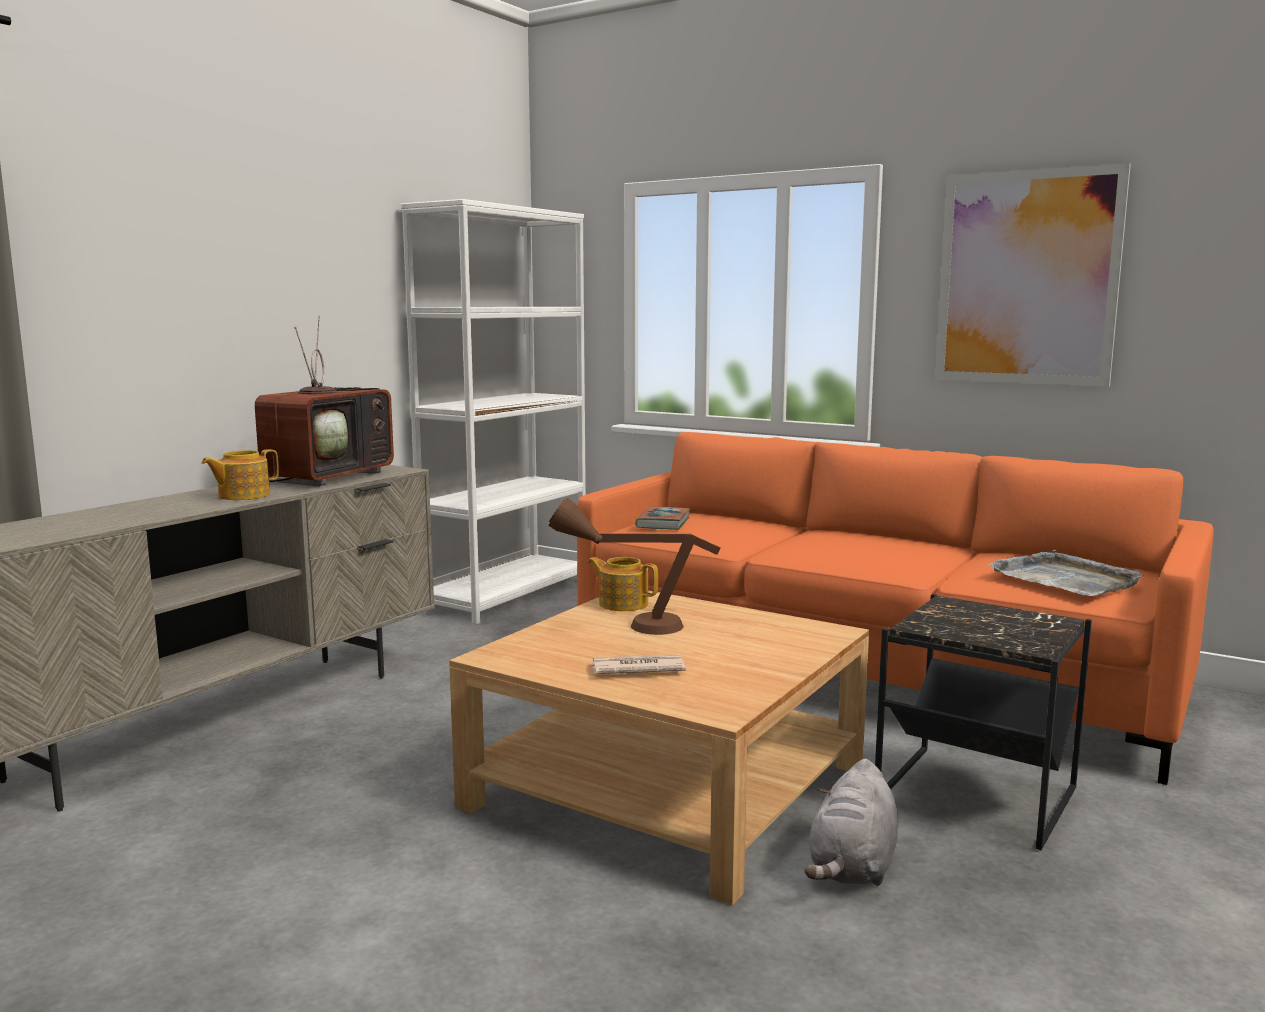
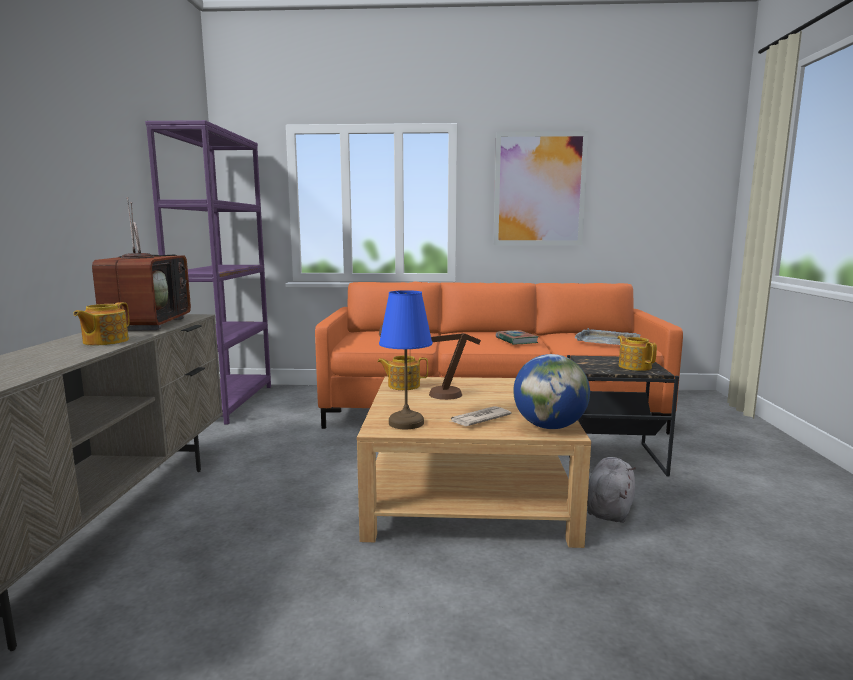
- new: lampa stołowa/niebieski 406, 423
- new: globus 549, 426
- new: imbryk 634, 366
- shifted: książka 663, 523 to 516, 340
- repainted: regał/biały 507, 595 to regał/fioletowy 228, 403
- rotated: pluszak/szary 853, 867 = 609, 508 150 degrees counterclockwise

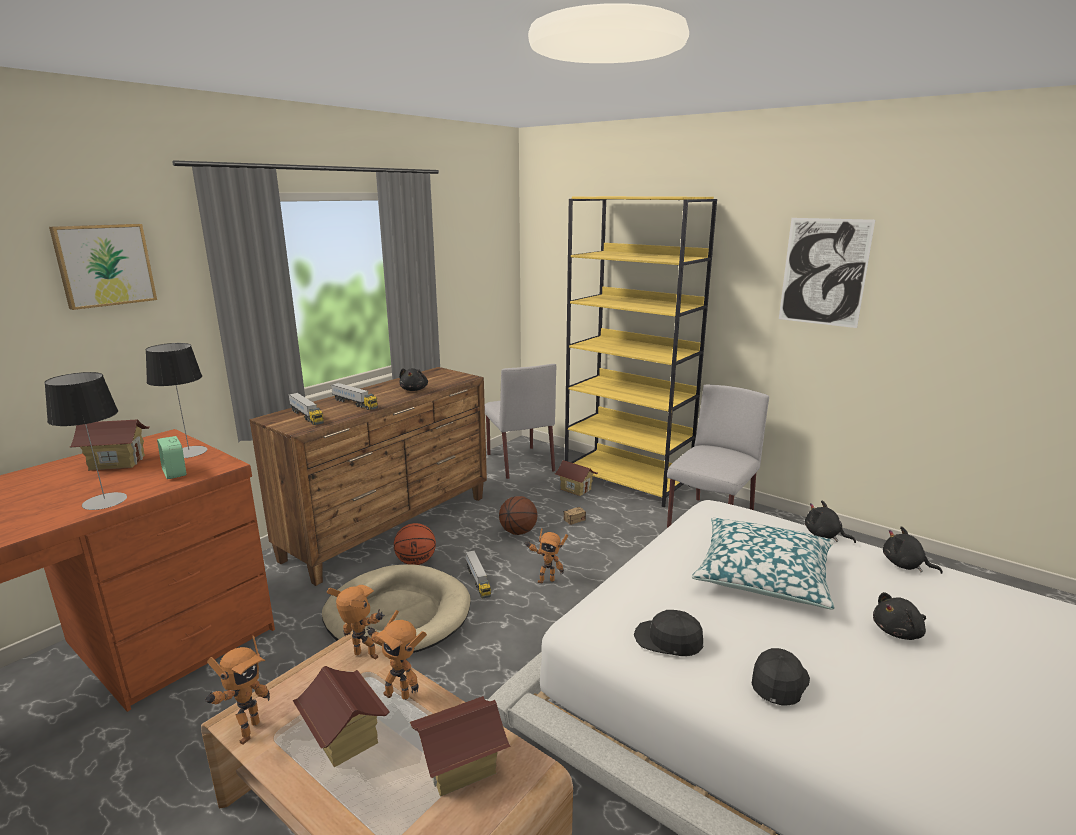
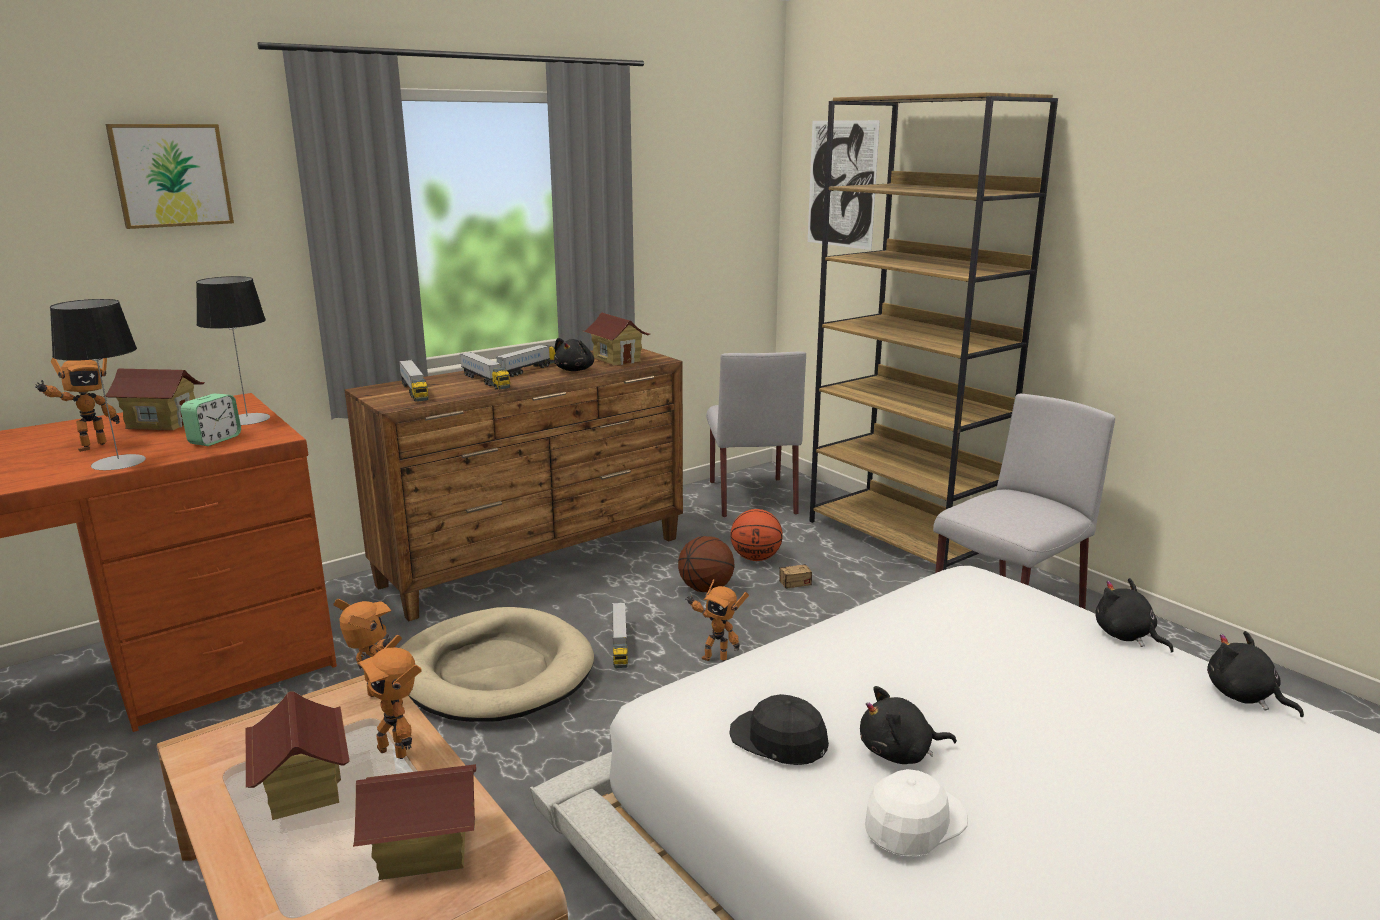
- gone: poduszka 763, 575
- new: ciężarówka zabawkowa 530, 369
- shifted: robot zabawkowy 245, 732 to 89, 446
- shifted: piłka do koszykówki 416, 562 to 755, 558
- shifted: domek 575, 489 to 617, 360
- shifted: obraz 824, 272 to 841, 184
- shifted: pluszak/czarny 898, 632 to 899, 753
- repainted: regał/żółty 628, 480 to regał/brązowy 903, 538
- repainted: czapka z daszkiem/czarny 778, 681 to czapka z daszkiem/biały 913, 822
- rotated: budzik 175, 473 = 215, 440 135 degrees counterclockwise

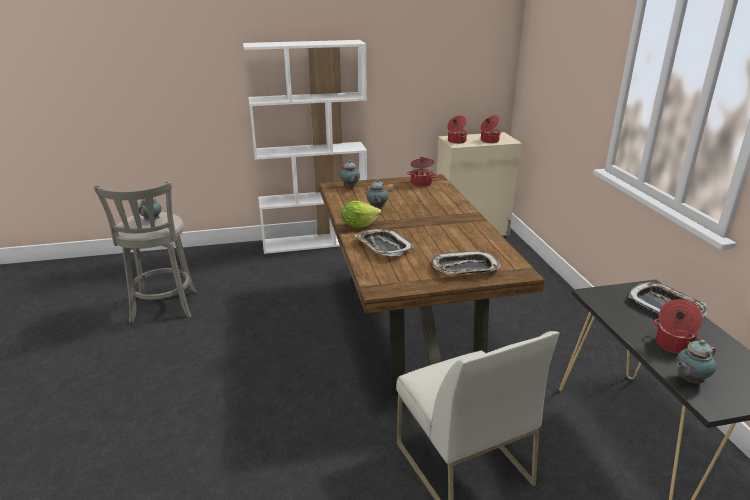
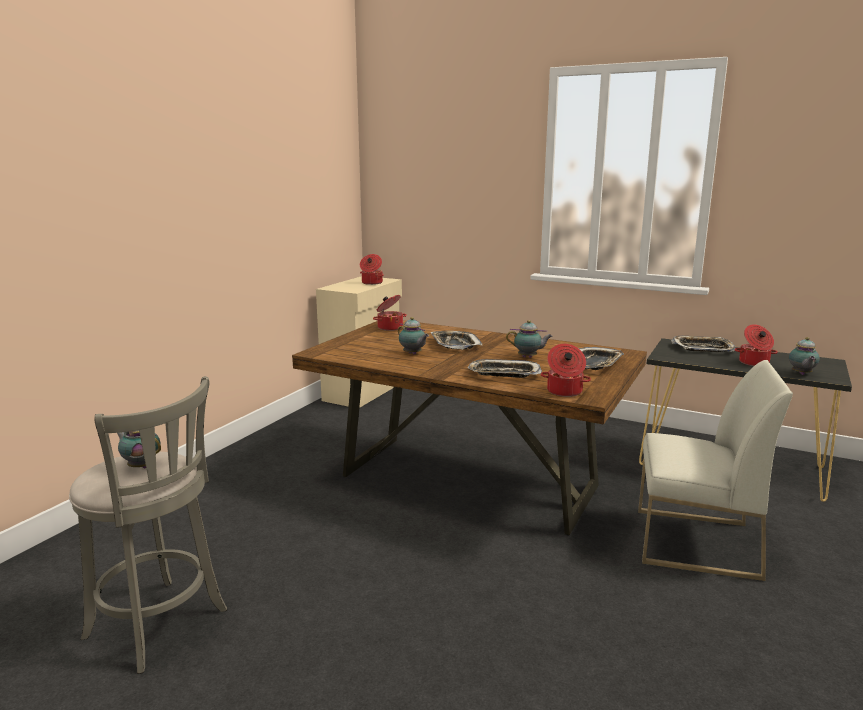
- gone: regał/biały 315, 242
- gone: sałata 359, 225
- new: taca 455, 344
- shifted: imbryk 350, 187 to 528, 357
- shifted: garnek 456, 141 to 564, 392

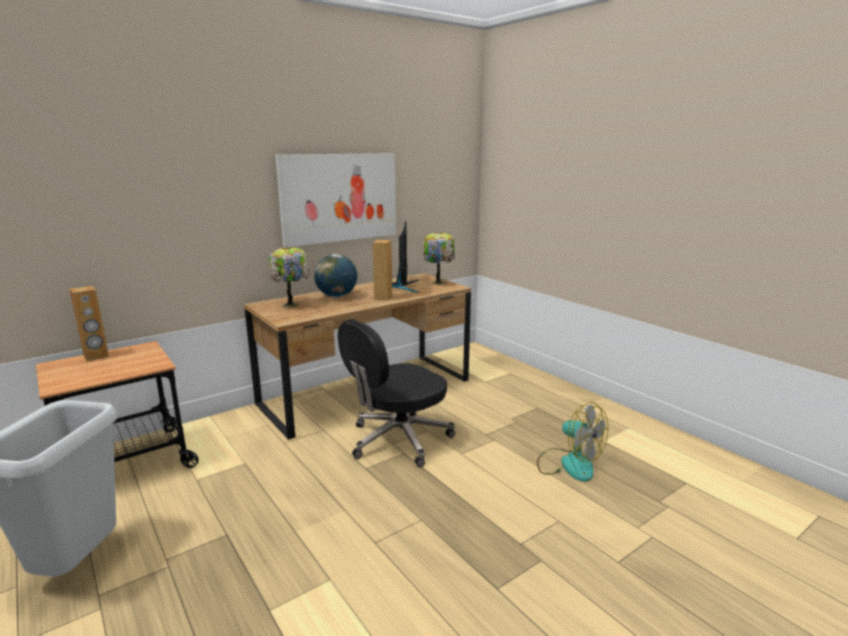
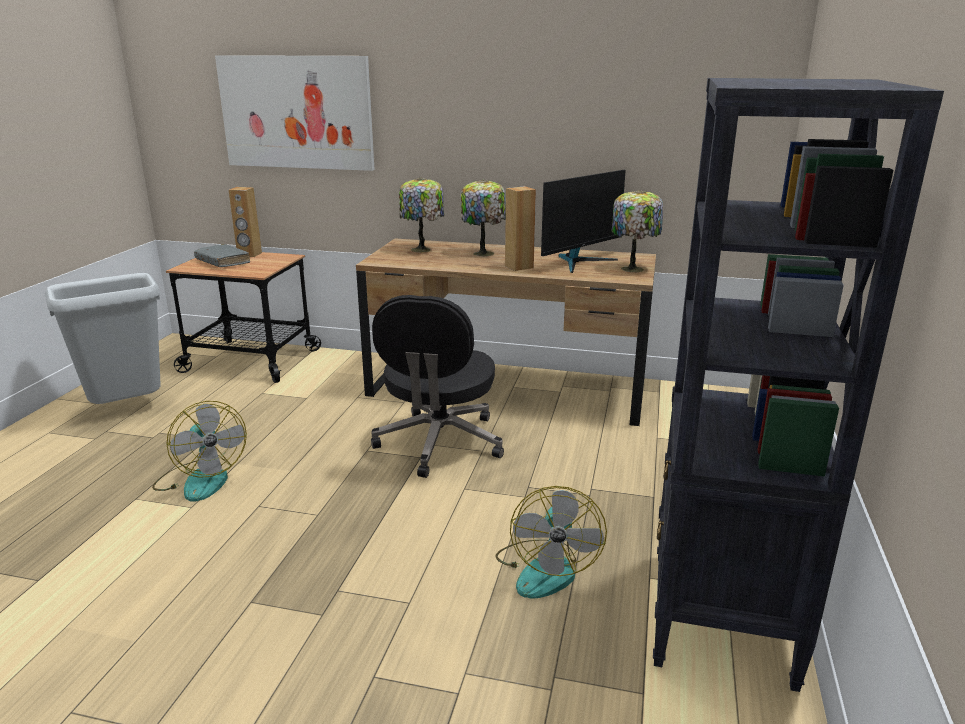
- new: wentylator 201, 479
- new: książka/szary 222, 262
- new: regał/czarny 720, 618
- shifted: obraz 339, 197 to 297, 112
- swapped: globus 337, 296 to lampa stołowa 483, 253
- rotated: krzesło biurowe/czarny 398, 440 = 439, 443 90 degrees counterclockwise

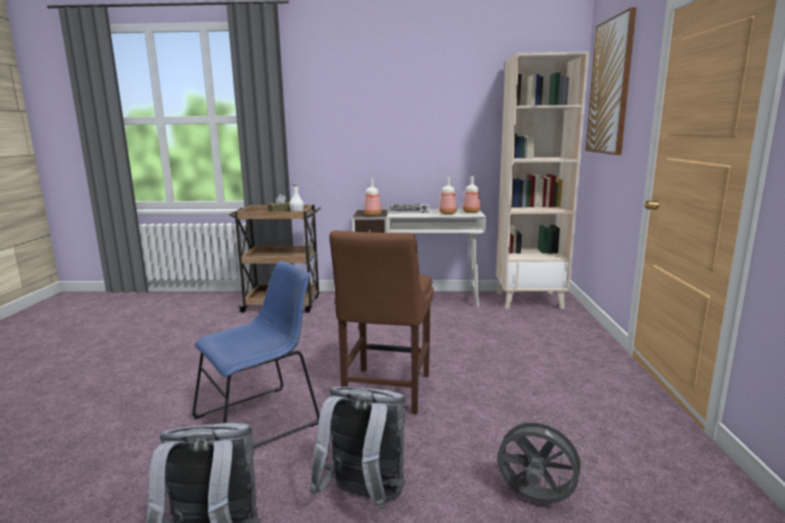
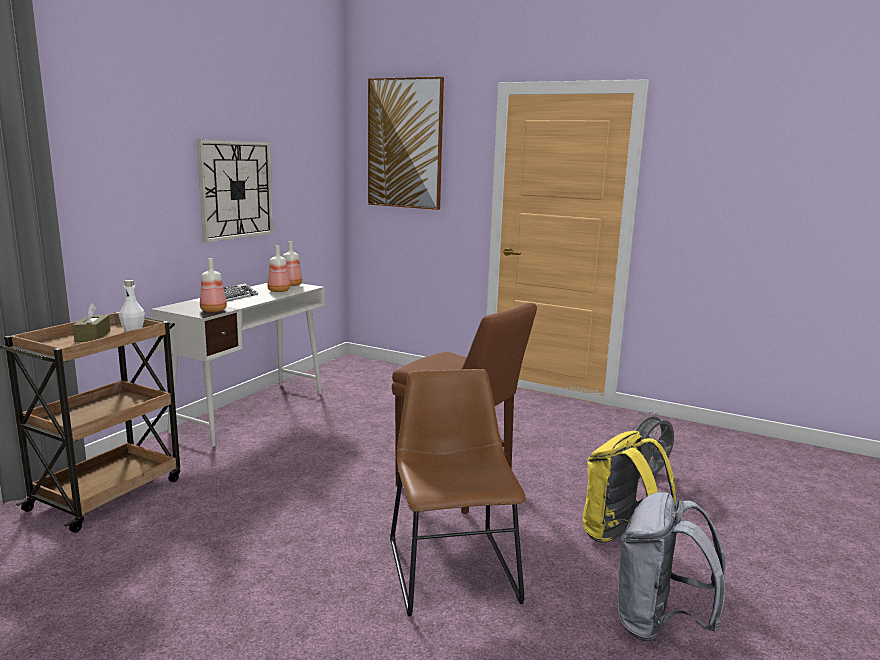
- gone: regał/beżowy 529, 300
- new: zegar ścienny 236, 190
- repainted: krzesło/niebieski 262, 419 to krzesło/brązowy 451, 566
- repainted: plecak/szary 364, 498 to plecak/żółty 619, 536

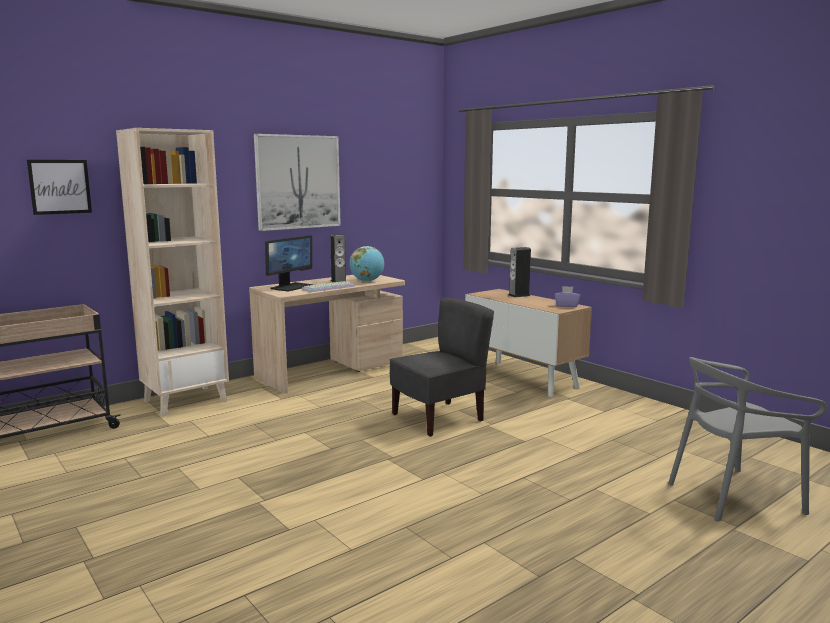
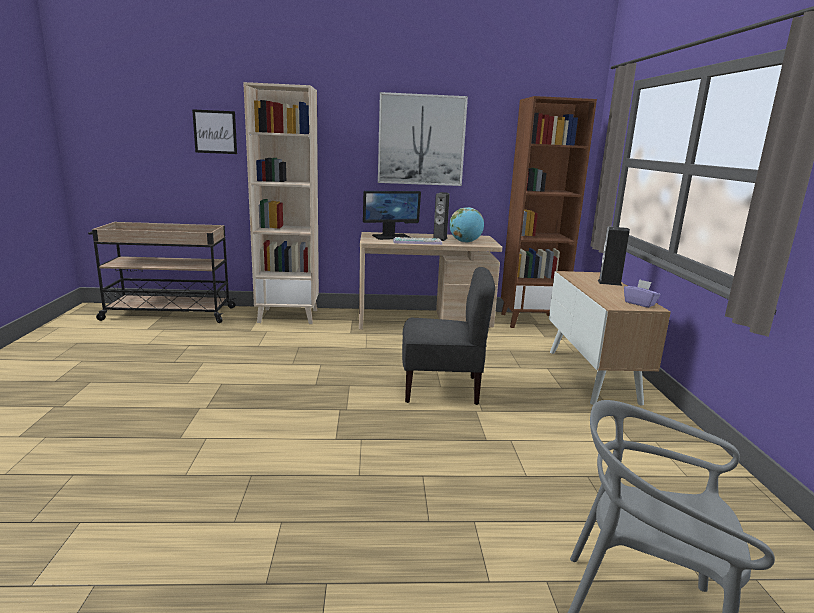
- new: regał/brązowy 531, 321

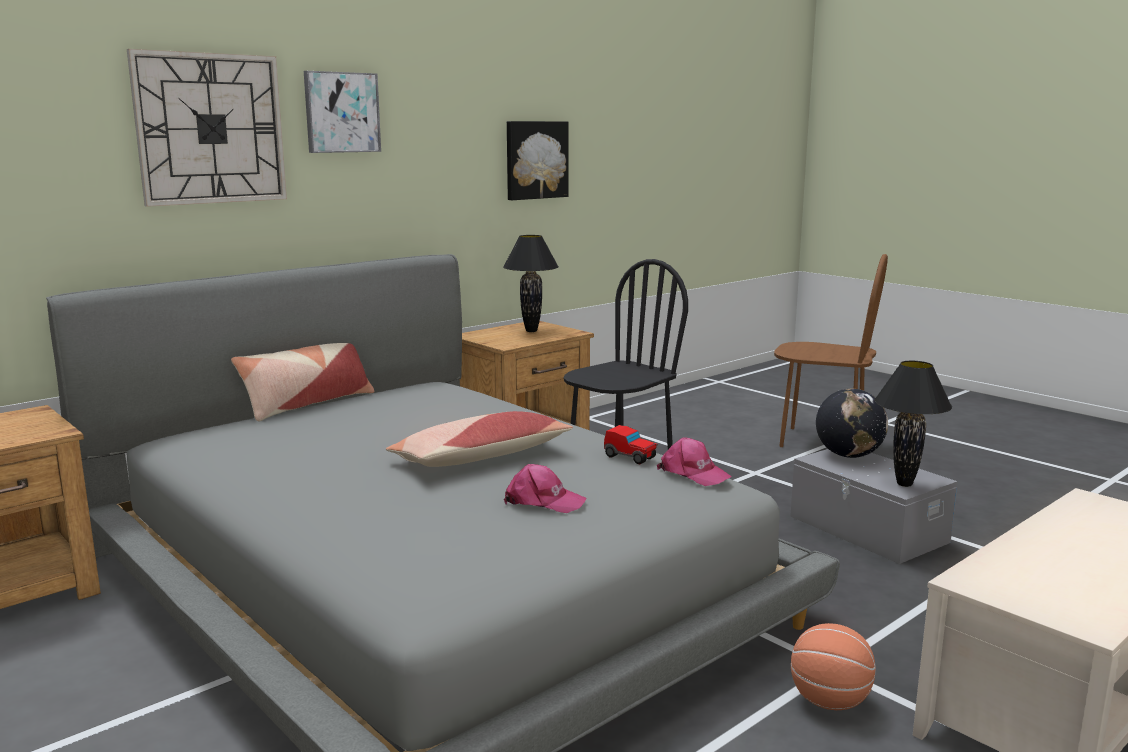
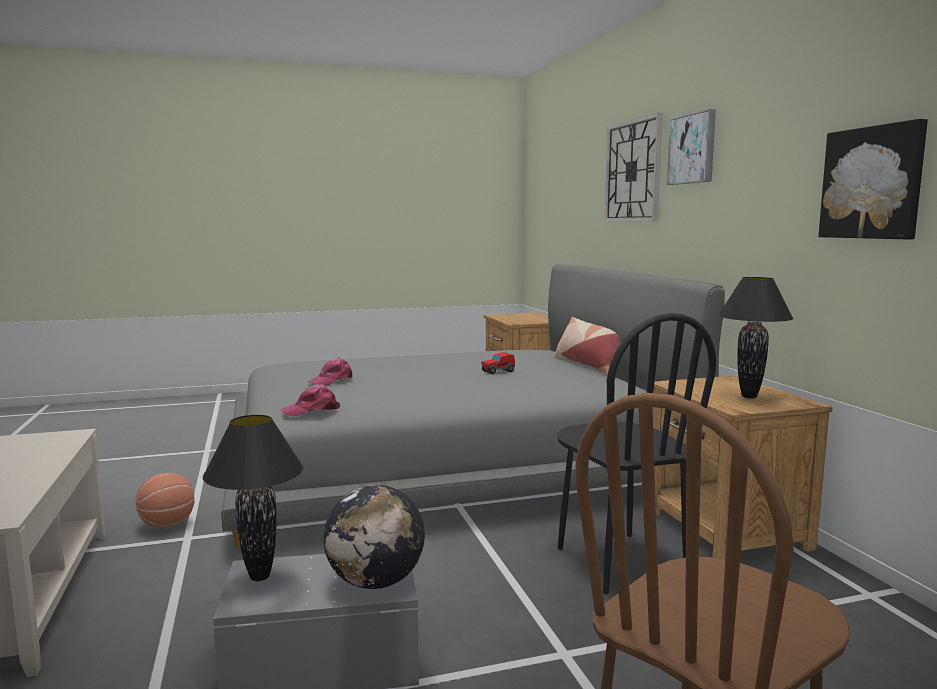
- gone: poduszka 480, 457
- shifted: samochodzik 630, 457 to 497, 371

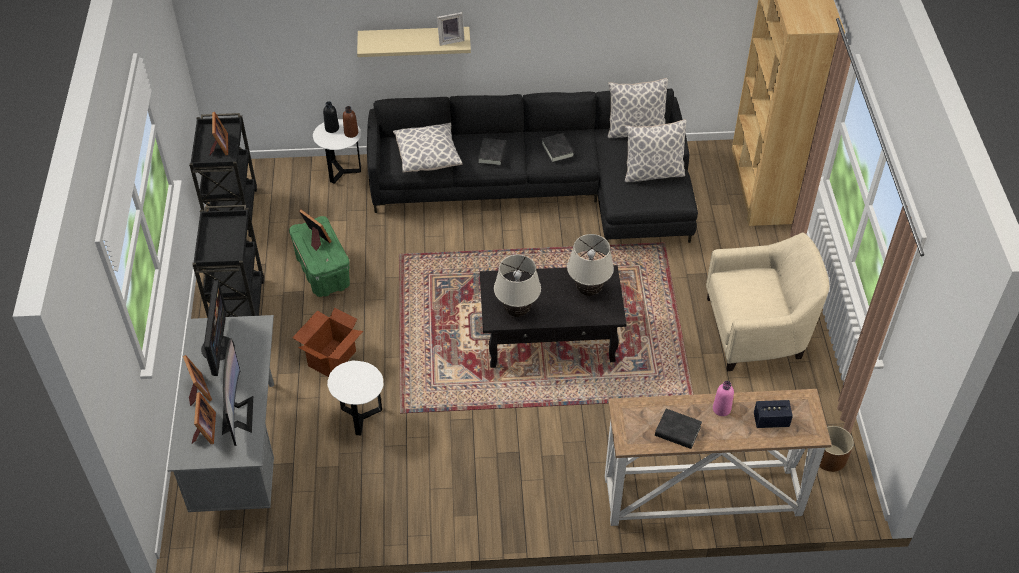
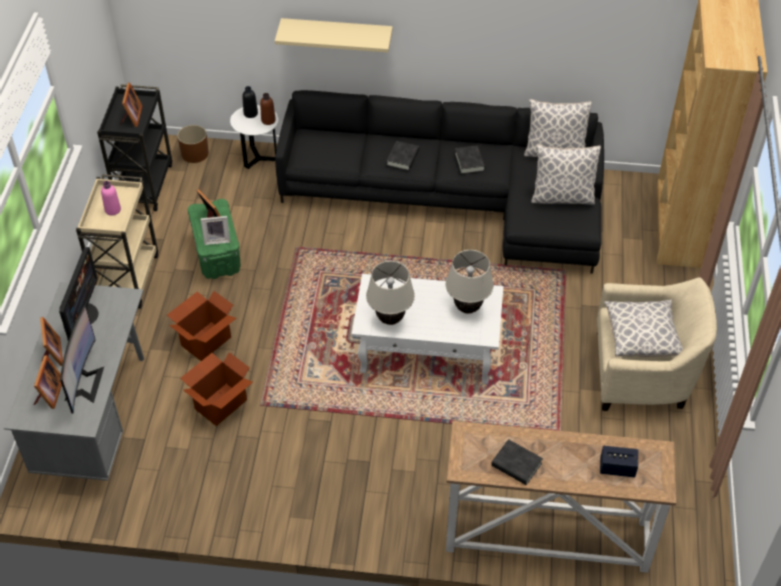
- shifted: poduszka 427, 156 to 641, 337
- shifted: ramka na zdjęcie 450, 40 to 217, 239
- shifted: butelka/różowy 721, 409 to 112, 210
- shifted: donica/brązowy 830, 457 to 195, 153
- swapped: stolik/biały 360, 418 to karton 220, 404
- repainted: wózek/czarny 238, 306 to wózek/beżowy 127, 277
- repainted: ława/czarny 551, 337 to ława/biały 428, 351

